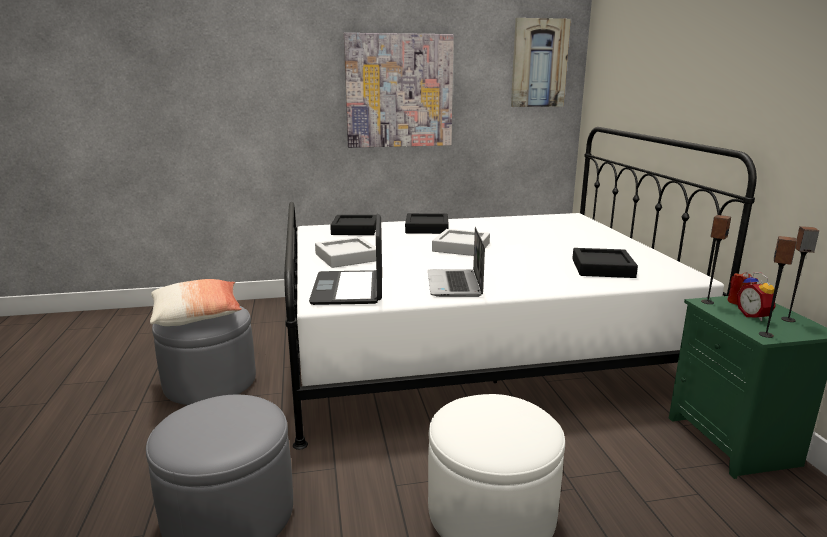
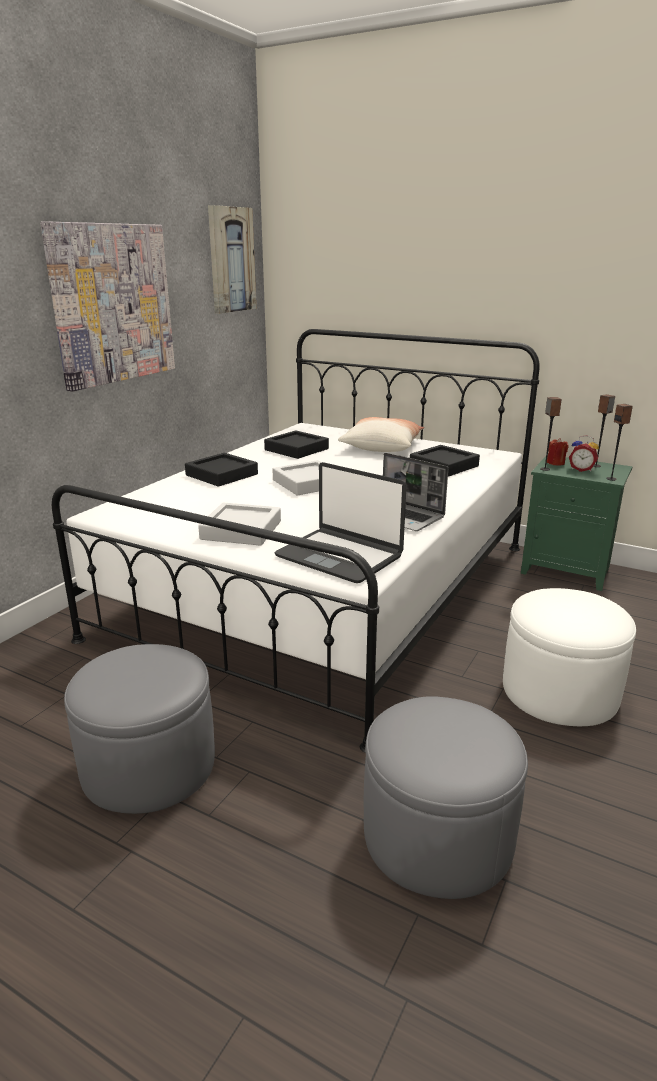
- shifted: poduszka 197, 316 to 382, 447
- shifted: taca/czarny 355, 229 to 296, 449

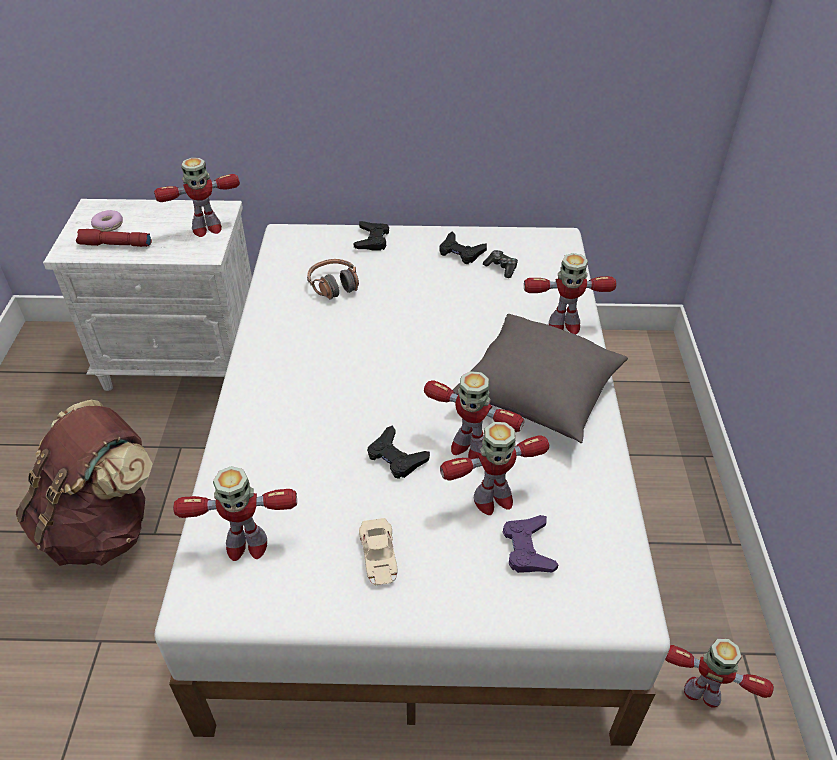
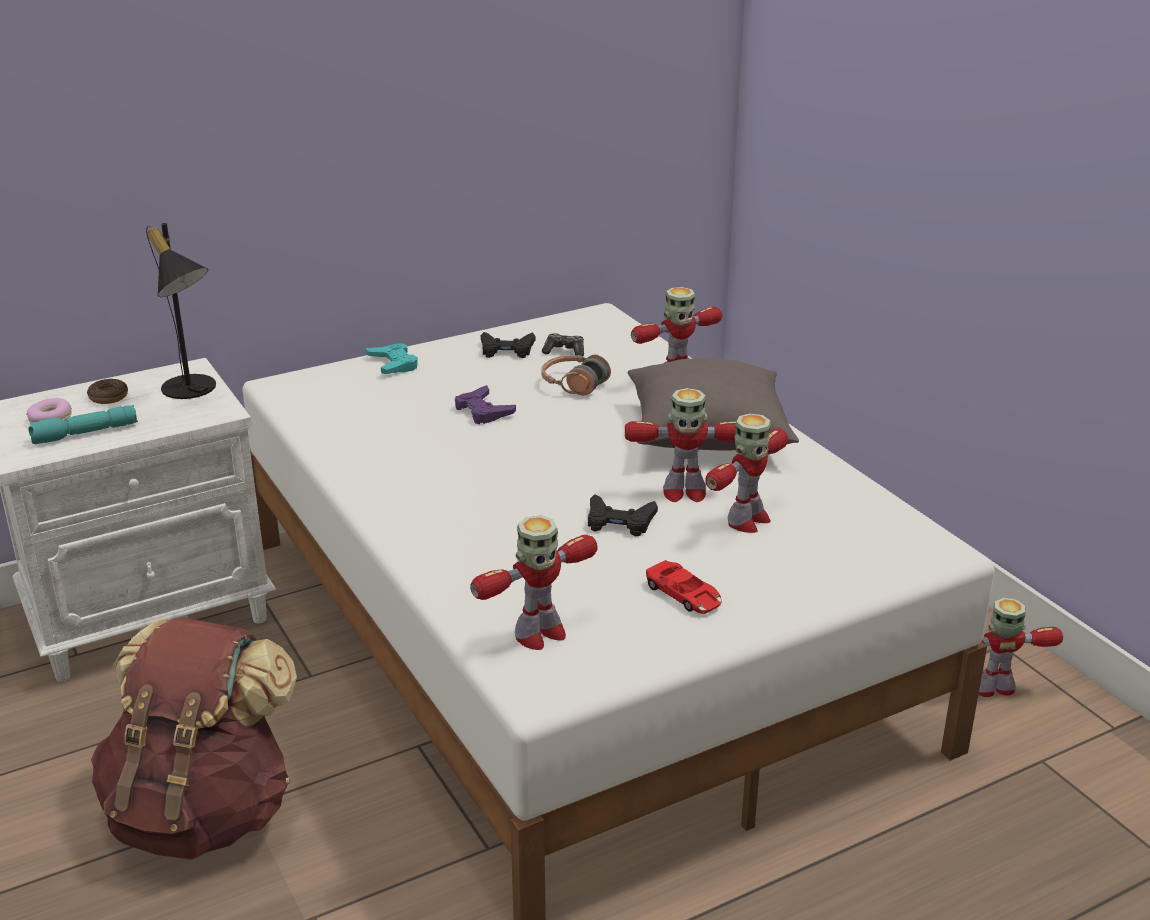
- new: donut 108, 397
- shifted: słuchawki 334, 285 to 574, 384
- shifted: pad do gier/fioletowy 528, 548 to 483, 411
- swapped: robot zabawkowy 206, 229 to lampa stołowa/czarny 192, 391
- repainted: latarka/czerwony 115, 245 to latarka/turkusowy 84, 434
- repainted: pad do gier/czarny 372, 240 to pad do gier/turkusowy 393, 364
- repainted: samochodzik/beżowy 379, 556 to samochodzik/czerwony 684, 595

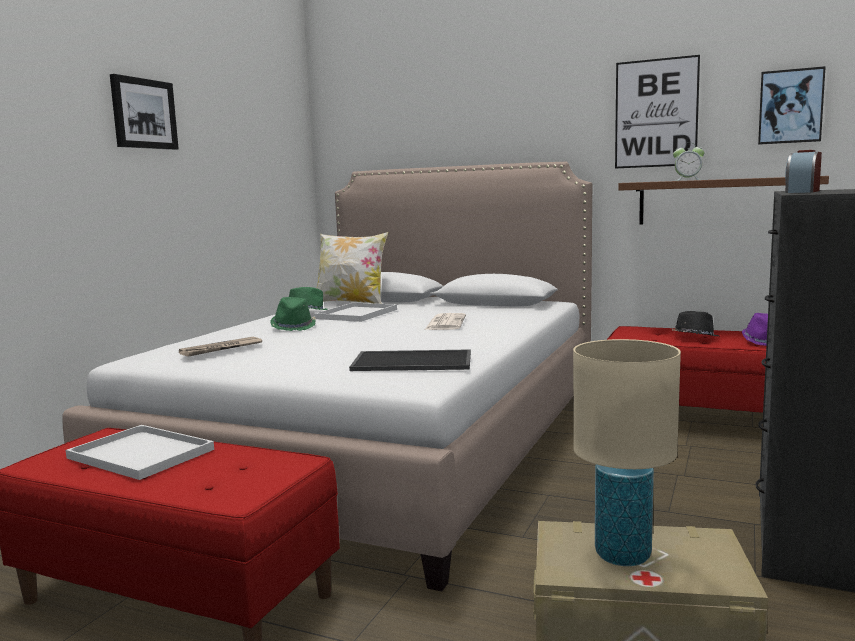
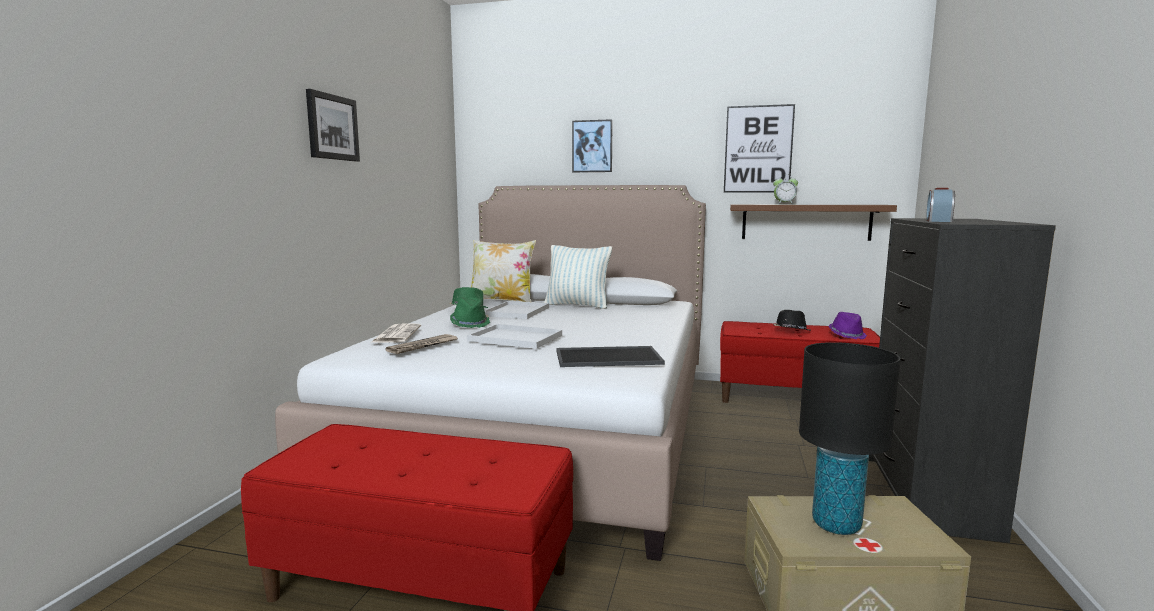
- new: poduszka 577, 305
- shifted: taca/biały 138, 454 to 513, 338
- shifted: gazeta 445, 323 to 396, 334
- shifted: obraz 790, 106 to 592, 146
- repainted: lampa stołowa/beżowy 622, 555 to lampa stołowa/czarny 835, 524

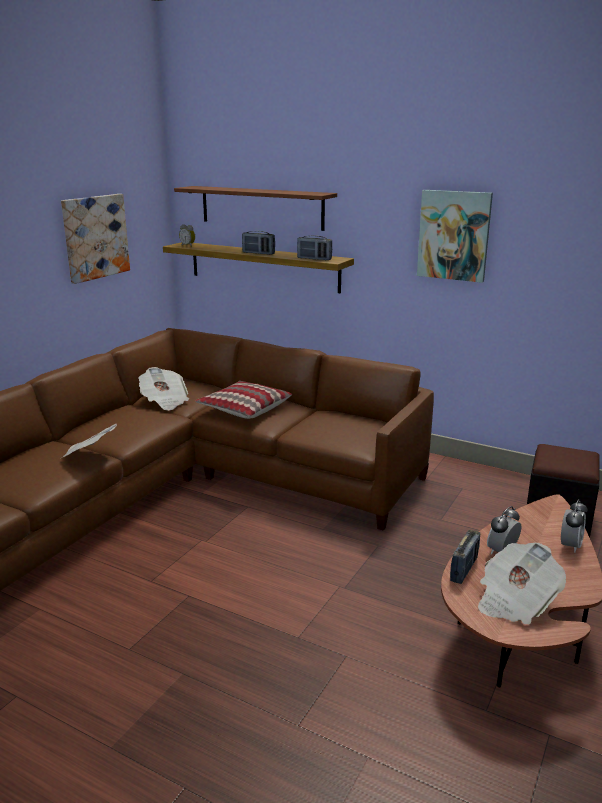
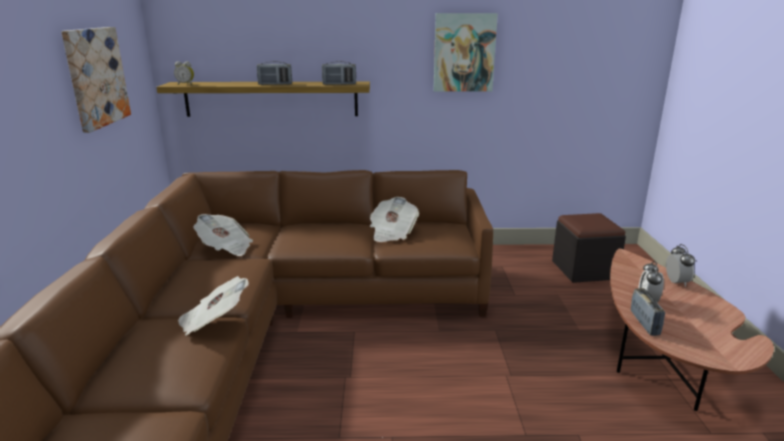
- gone: półka 261, 207
- gone: poduszka 244, 409
- shifted: gazeta 515, 601 to 392, 233

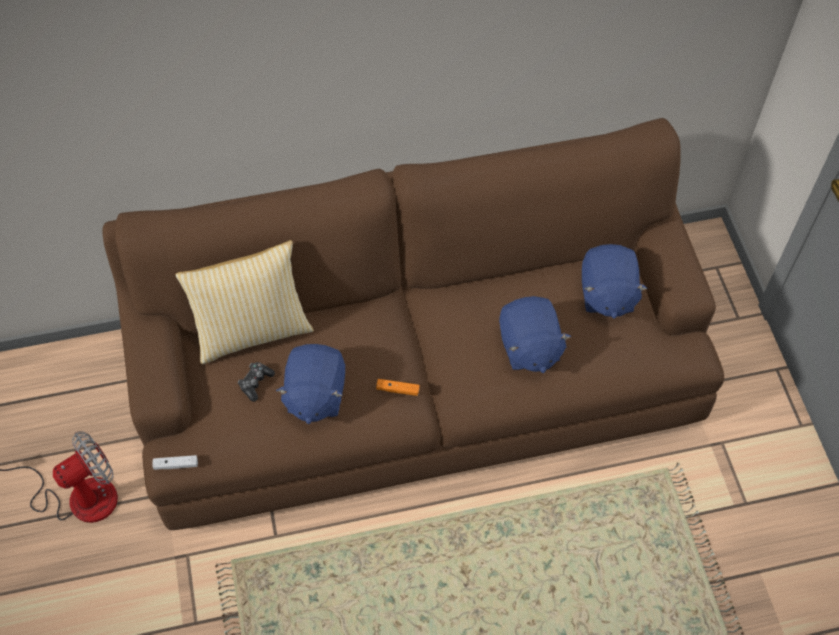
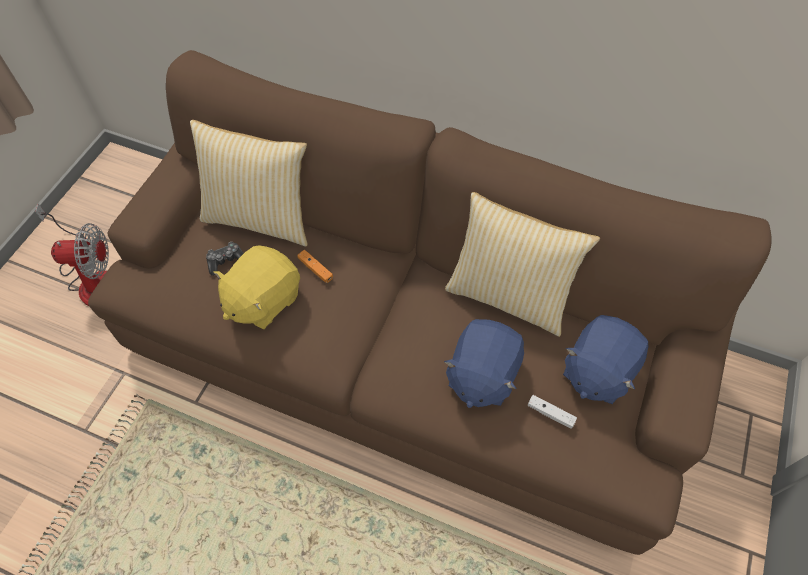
- new: poduszka 509, 296
- shifted: pad do gier/biały 176, 465 to 550, 414
- shifted: pad do gier/pomarańczowy 398, 390 to 315, 269
- repainted: pluszak/niebieski 315, 395 to pluszak/żółty 262, 300

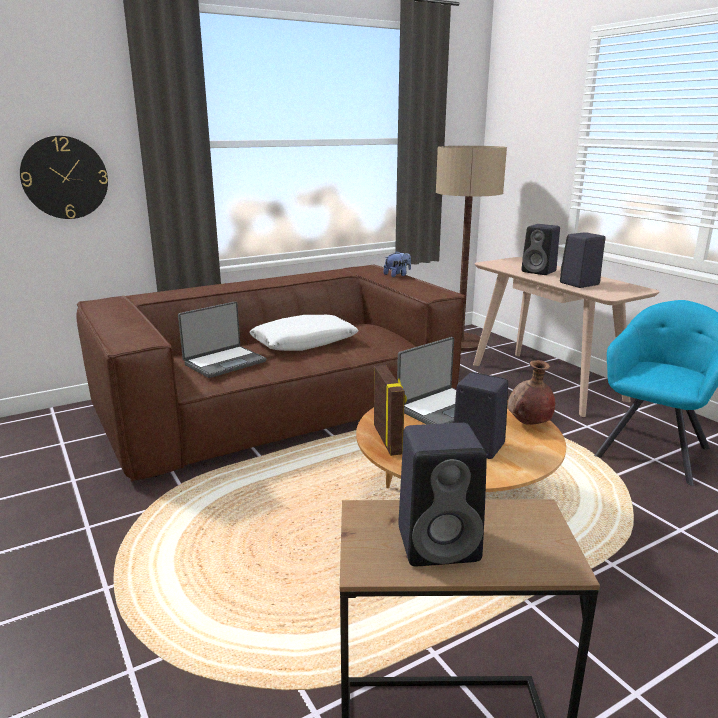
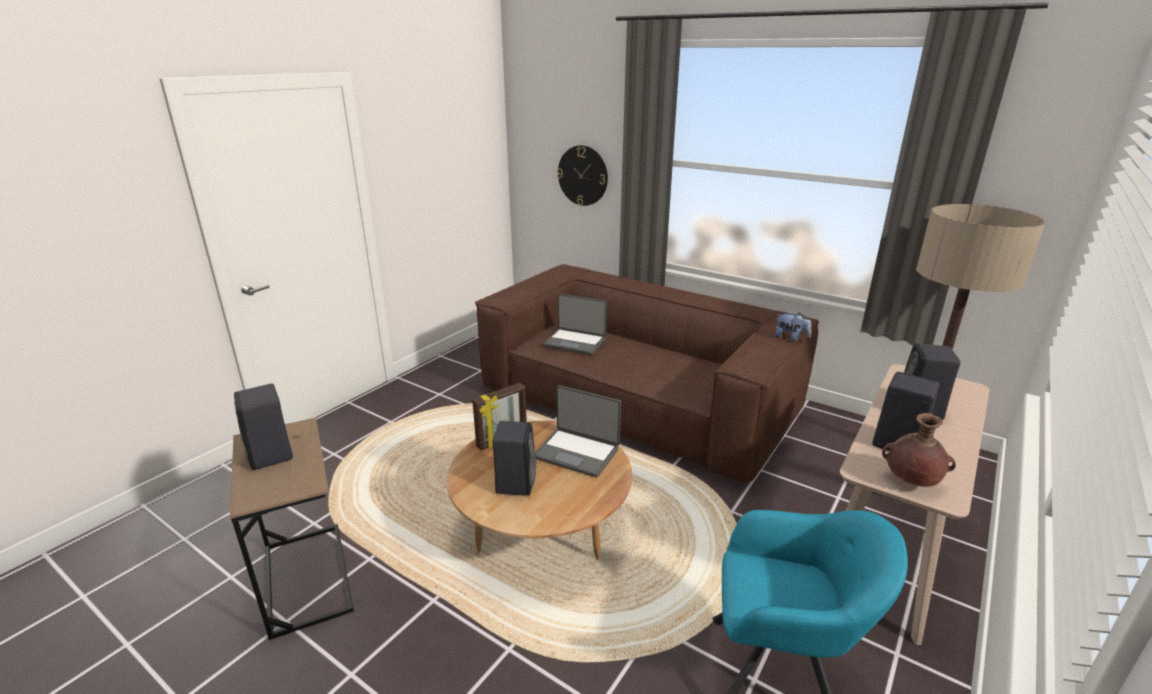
- gone: poduszka/biały 304, 343
- shifted: wazon/brązowy 529, 424 to 910, 481

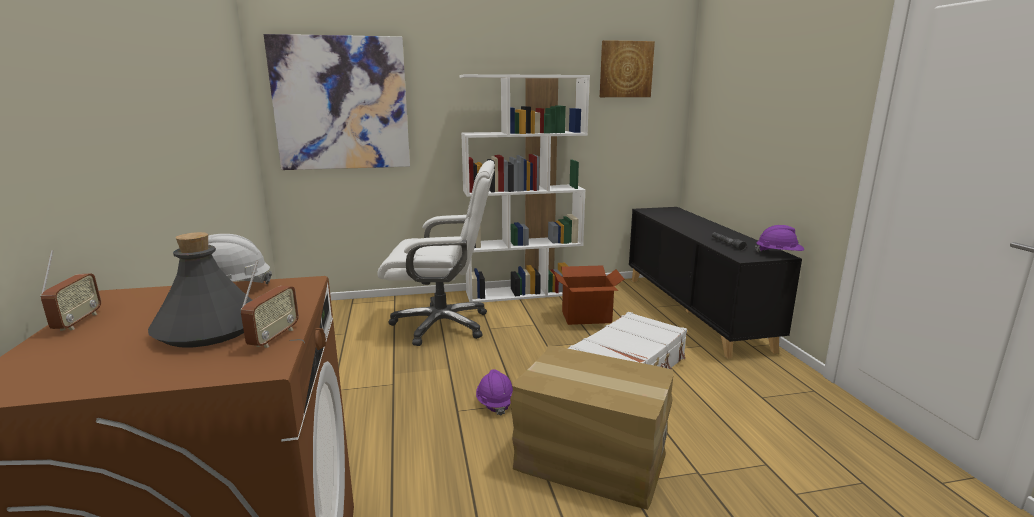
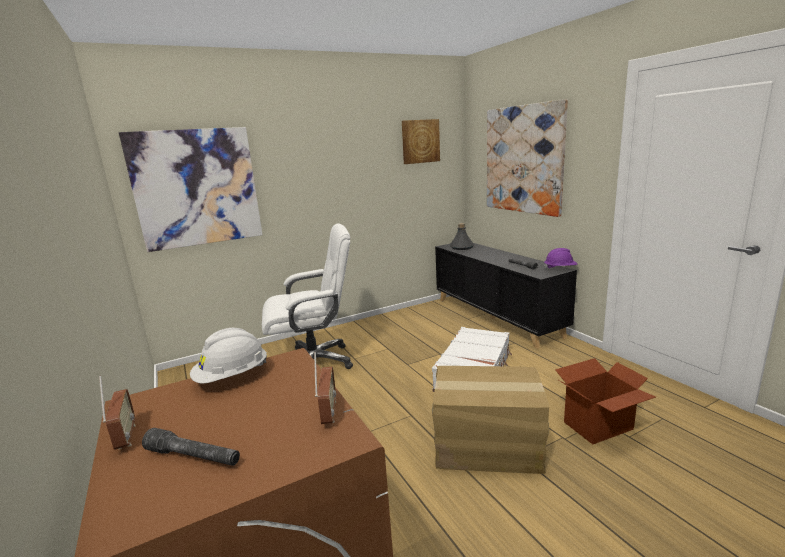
- gone: regał/biały 523, 293
- gone: kask/fioletowy 495, 403
- new: latarka/szary 193, 457
- new: obraz 523, 159
- shifted: butelka/szary 208, 329 to 461, 247
- shifted: karton 586, 317 to 599, 426

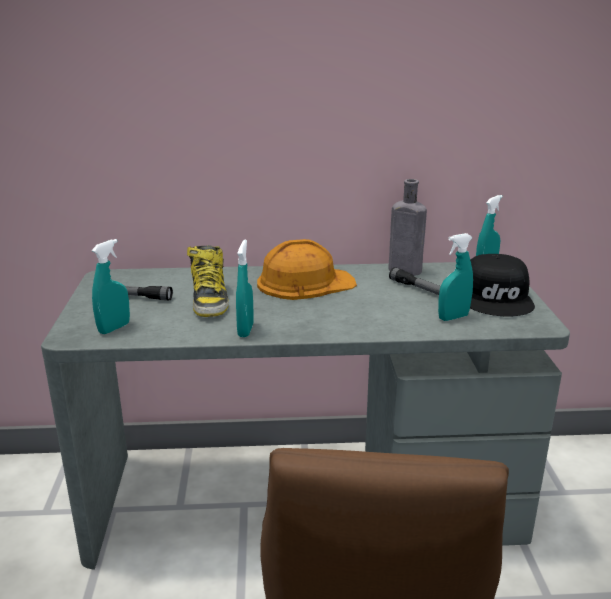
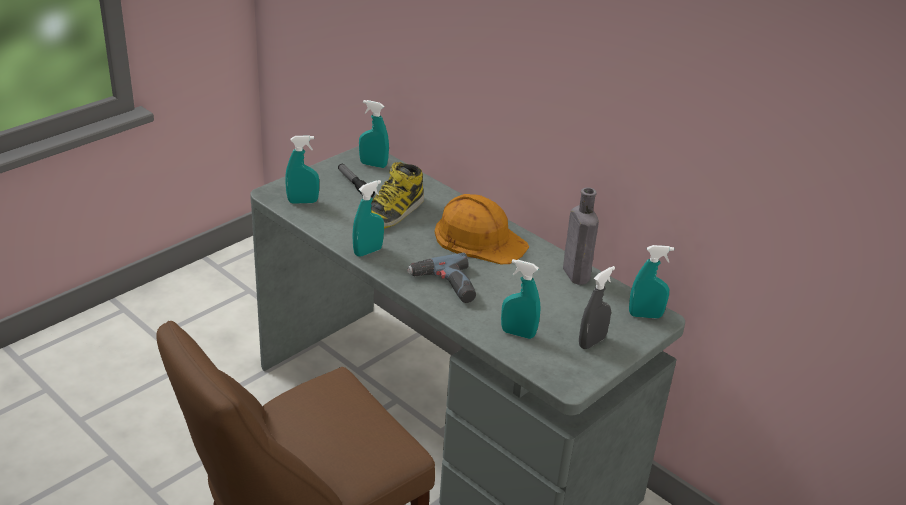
- gone: latarka 417, 288
- new: spryskiwacz/turkusowy 373, 165
- new: wiertarka 444, 286
- swapped: czapka z daszkiem/czarny 497, 297 to spryskiwacz/szary 592, 342

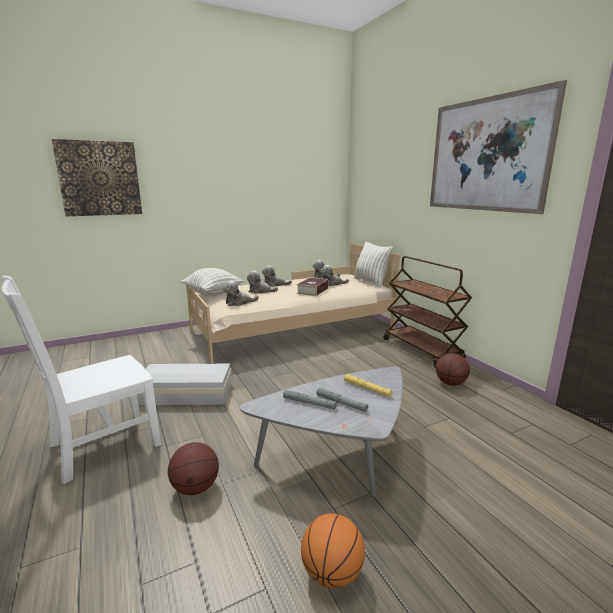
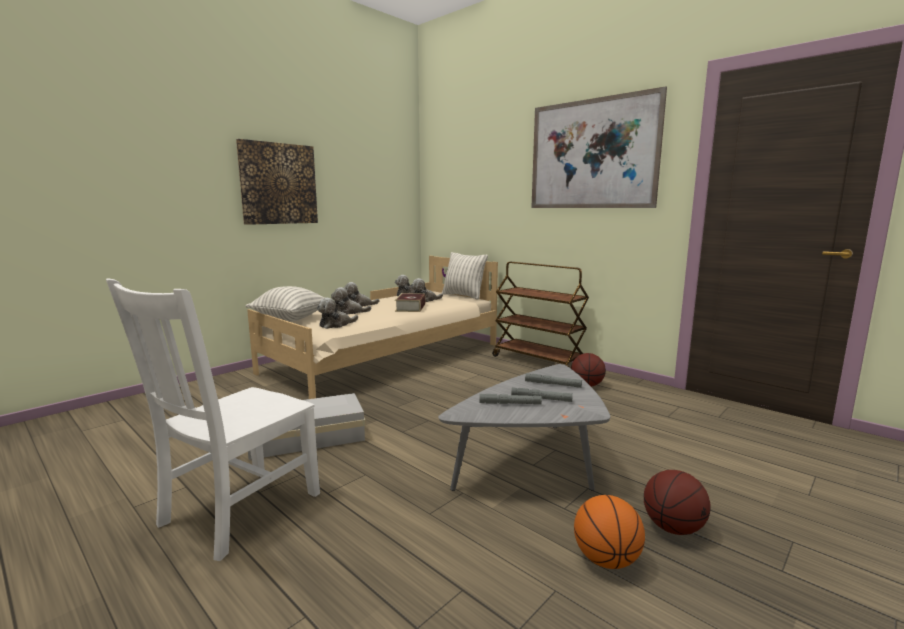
- shifted: obraz 99, 178 to 278, 184
- shifted: piłka do koszykówki 195, 488 to 673, 528
- repainted: latarka/żółty 367, 388 to latarka/szary 553, 384

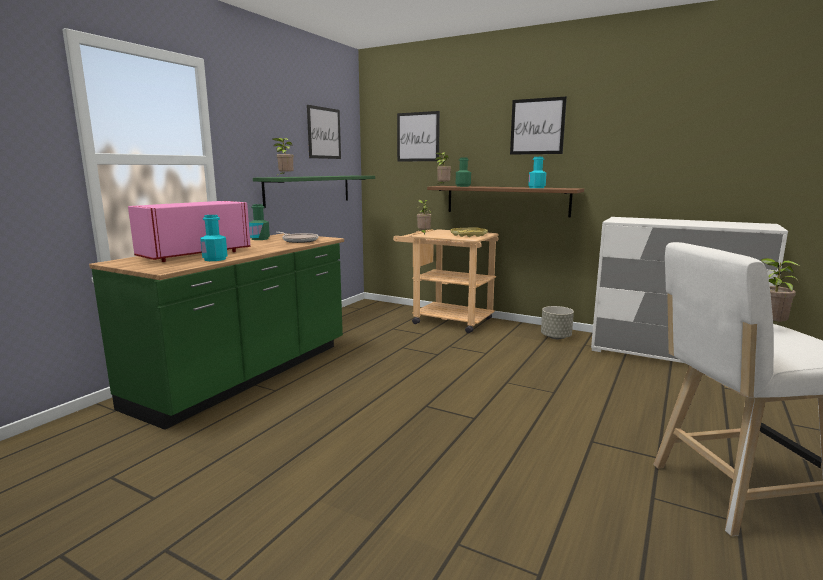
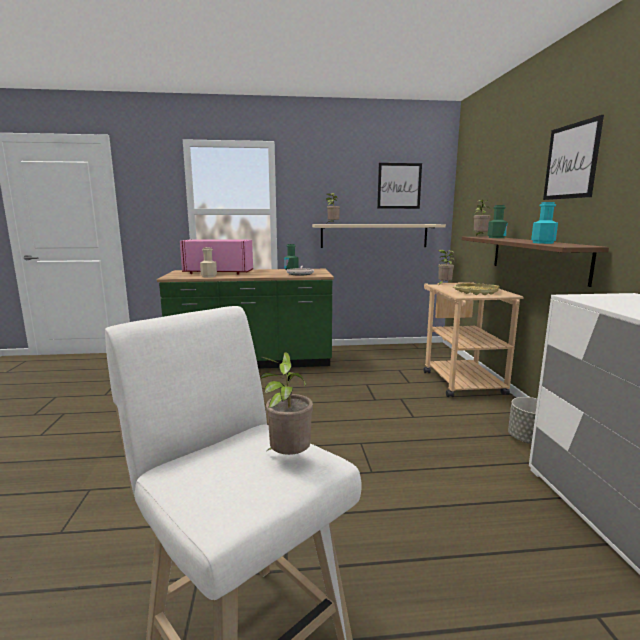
- gone: obraz 418, 137
- repainted: butelka/turkusowy 215, 259 to butelka/beżowy 209, 276
- repainted: półka/zielony 309, 190 to półka/beżowy 374, 235

